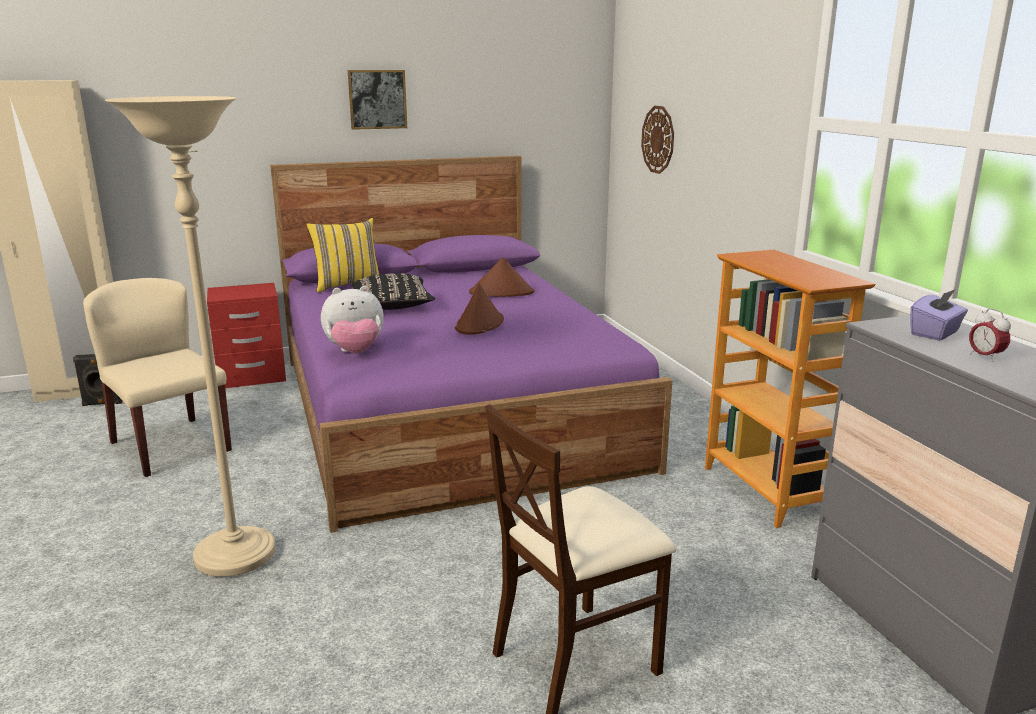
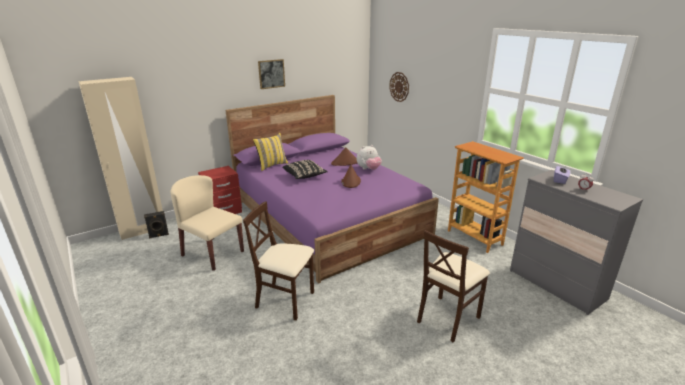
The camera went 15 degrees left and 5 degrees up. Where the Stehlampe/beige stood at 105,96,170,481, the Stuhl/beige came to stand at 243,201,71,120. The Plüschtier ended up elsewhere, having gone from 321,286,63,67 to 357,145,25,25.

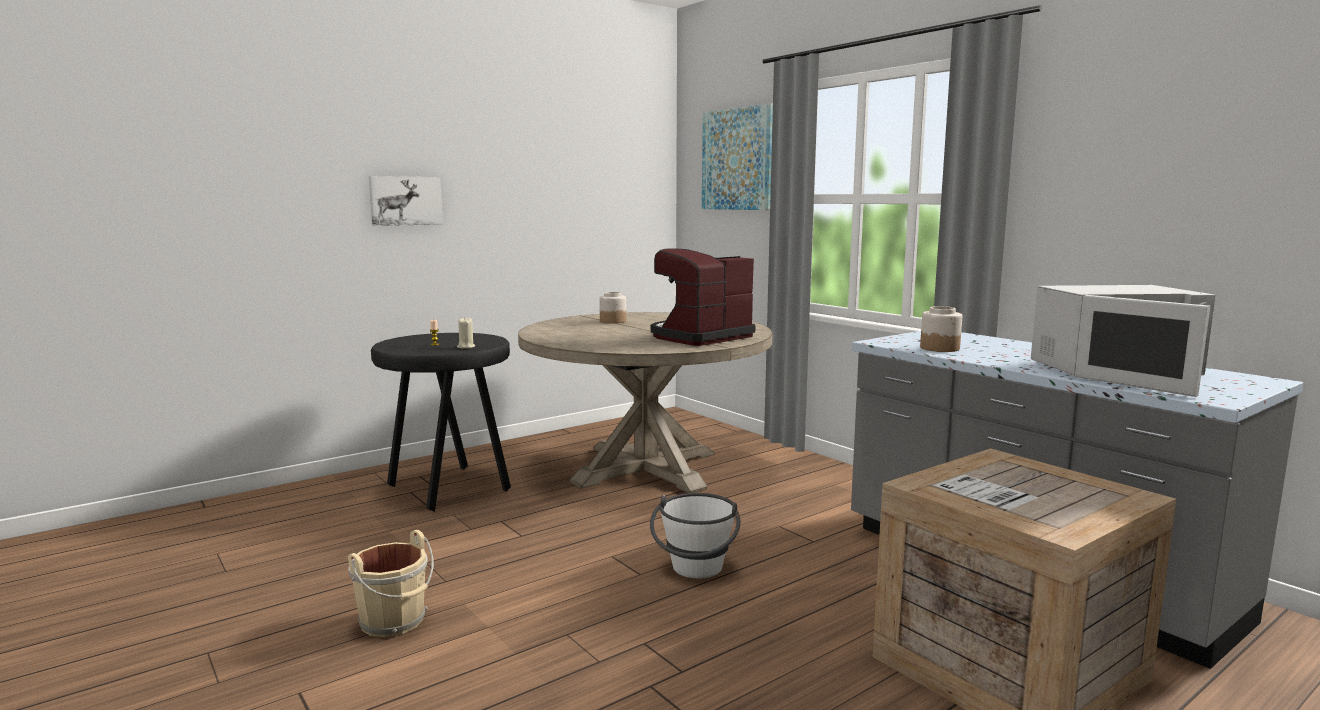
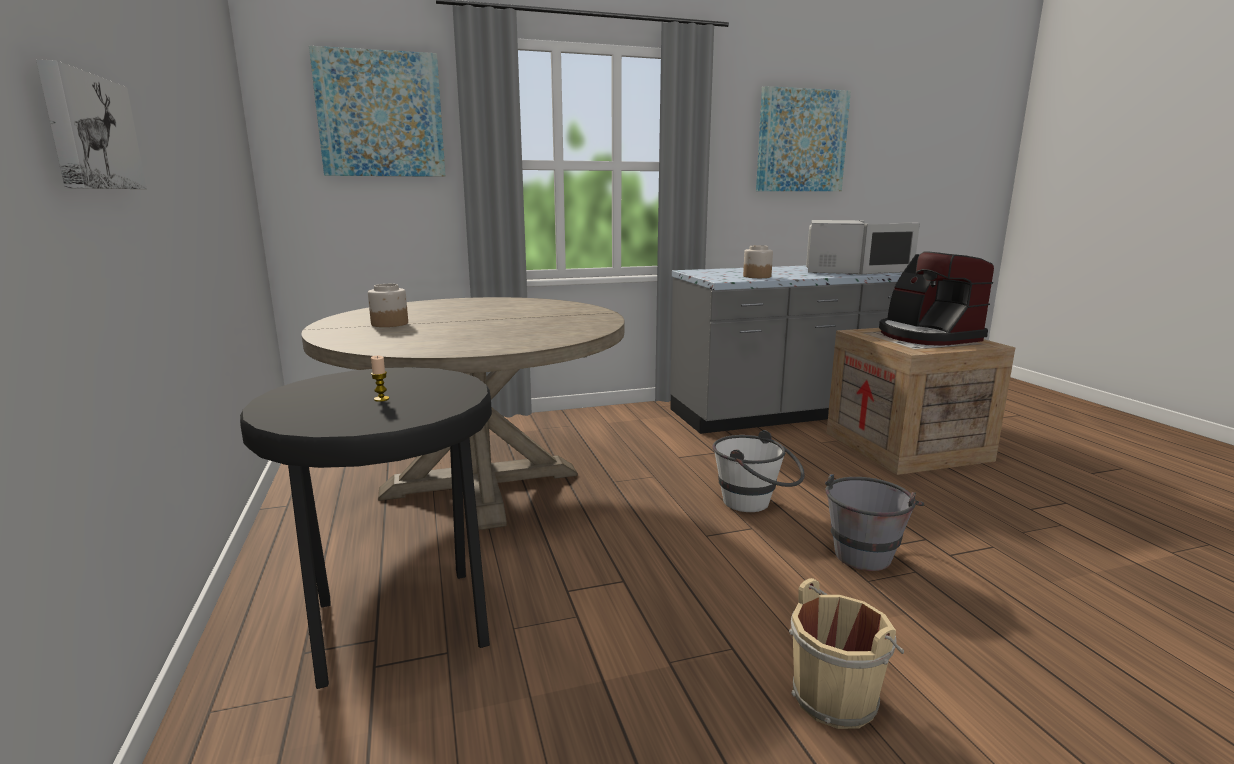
The camera went 70 degrees left and 5 degrees up. The second view gained the Bild at 756,86,95,105. The second view gained the Eimer/grau at 825,474,99,97. The Kaffeemaschine ended up elsewhere, having gone from 651,248,104,98 to 879,251,115,95. The second view lost the Kerze/beige at 457,317,18,31.

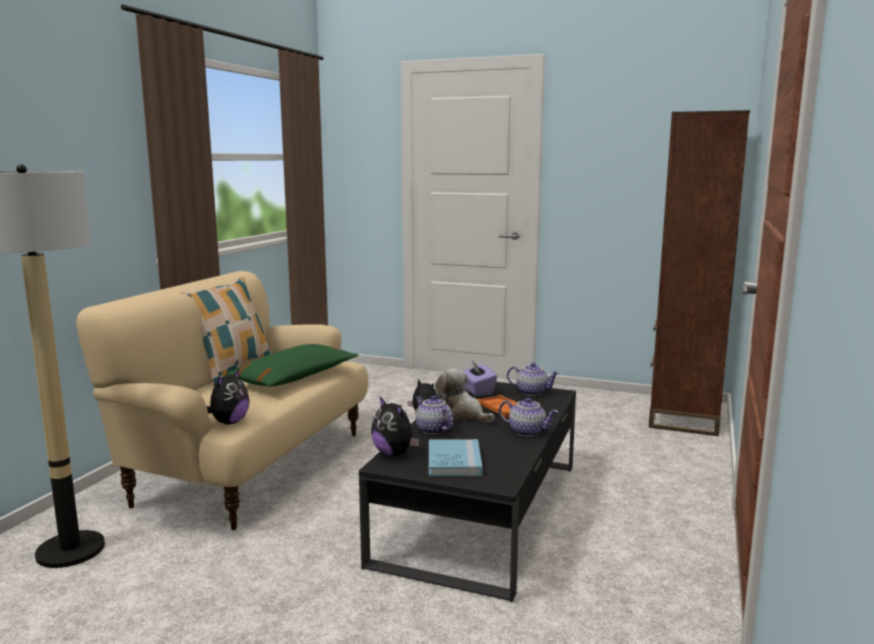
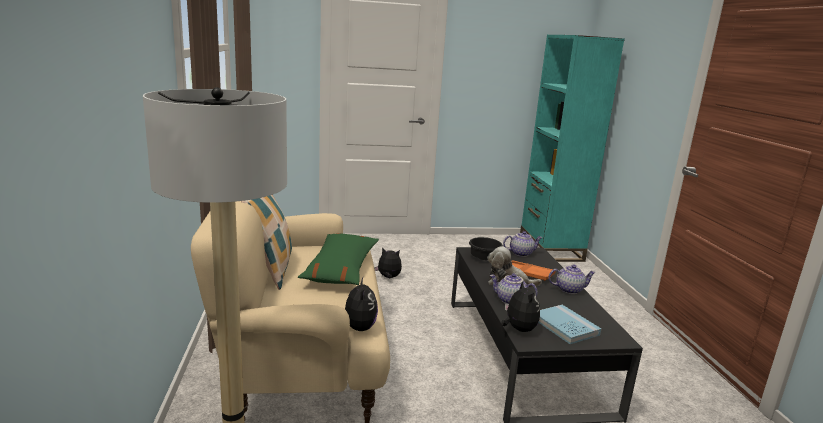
The camera went 30 degrees left and 5 degrees up. Where the Taschentuchbox/lila stood at 463,359,34,37, the Schüssel/schwarz came to stand at 469,237,34,23. The Plüschtier at 371,397,48,59 ended up facing another way, 120 degrees counterclockwise from before. What was the Bücherregal/braun at 649,110,101,326 turned into the Bücherregal/türkis at 520,35,105,227.

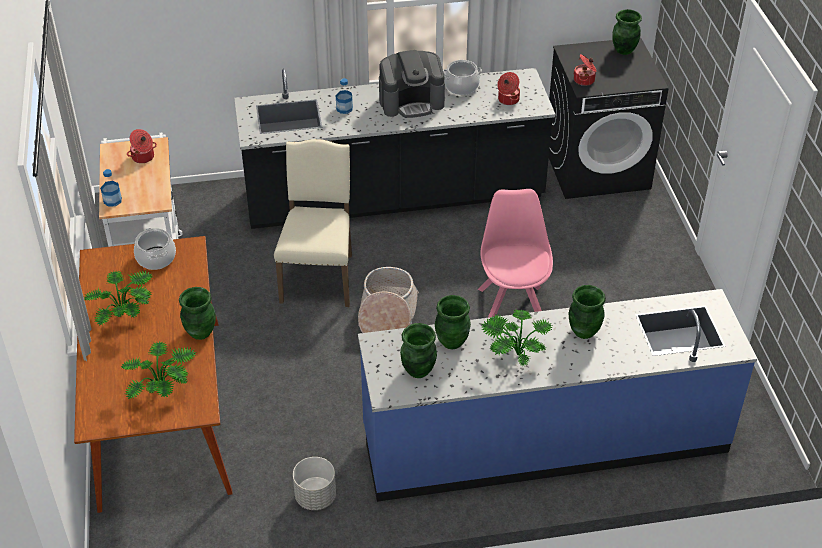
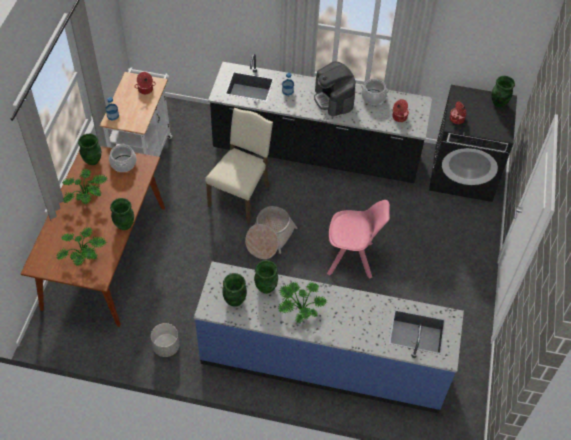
The camera went 20 degrees right and 10 degrees up. The Vase/grün ended up elsewhere, having gone from 569,285,37,54 to 78,134,23,31. The Kaffeemaschine at 379,50,66,68 ended up facing another way, 60 degrees clockwise from before. The Stuhl/rosa at 478,189,75,129 ended up facing another way, 75 degrees clockwise from before.

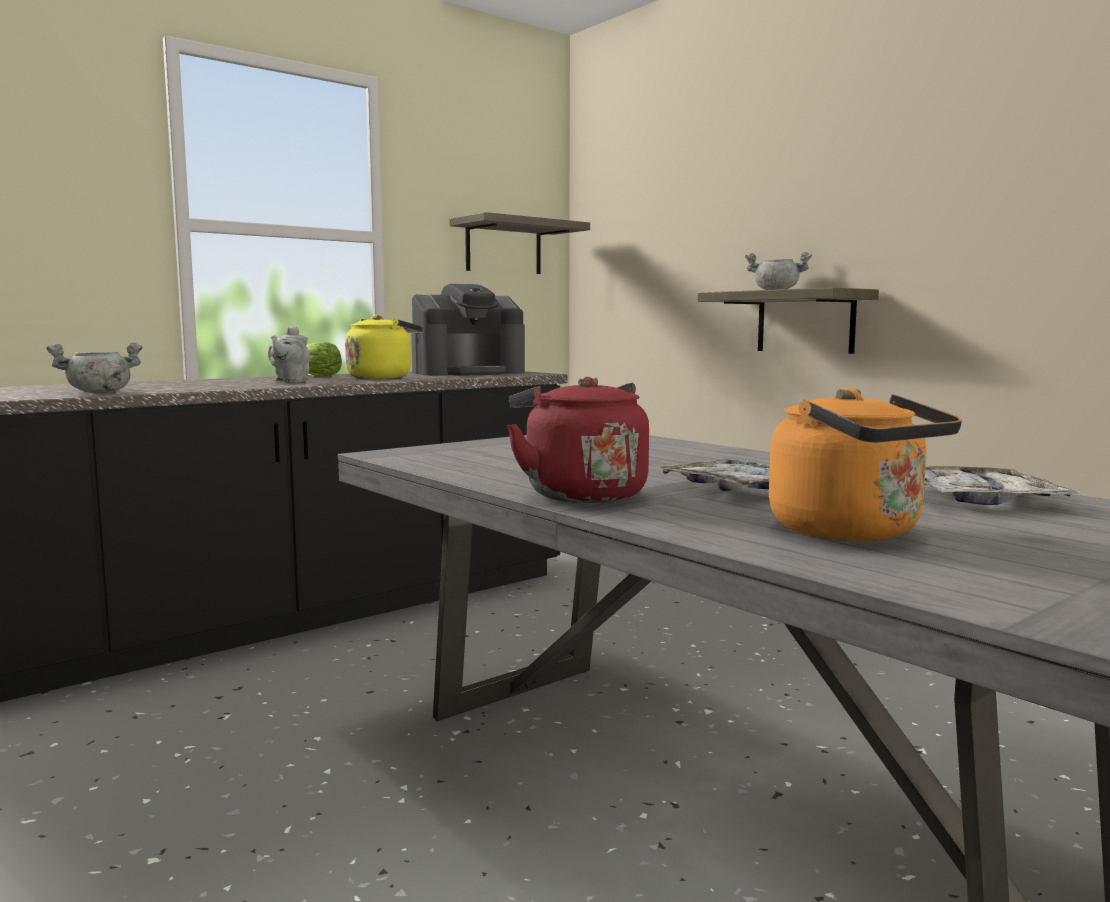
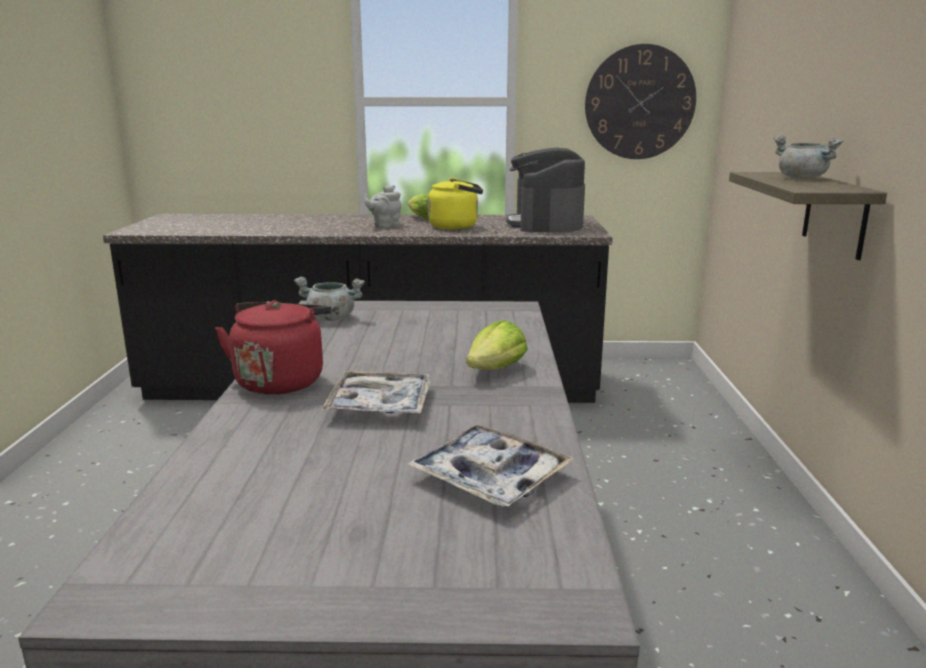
The camera went 40 degrees right and 10 degrees up. The Kochtopf/grau ended up elsewhere, having gone from 46,343,97,50 to 294,277,71,44. The second view gained the Salatkopf at 466,320,62,50. The Kaffeemaschine at 411,284,114,92 ended up facing another way, 75 degrees clockwise from before. Where the Wandregal hung at 449,212,141,62, the Wanduhr came to hang at 585,44,111,115. The second view lost the Wasserkessel/orange at 769,388,193,153.

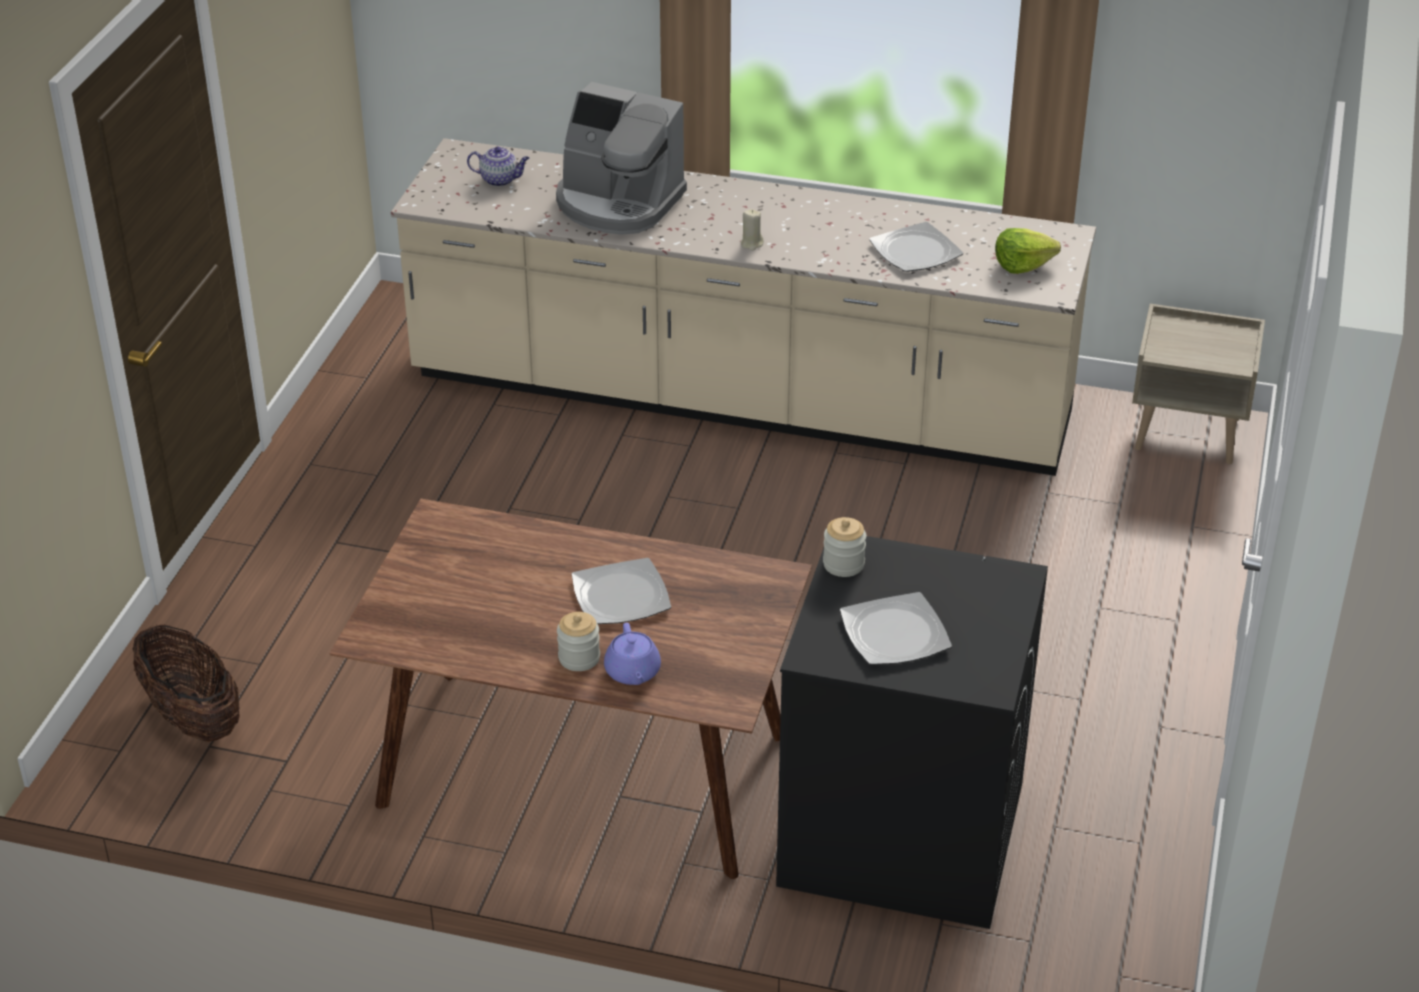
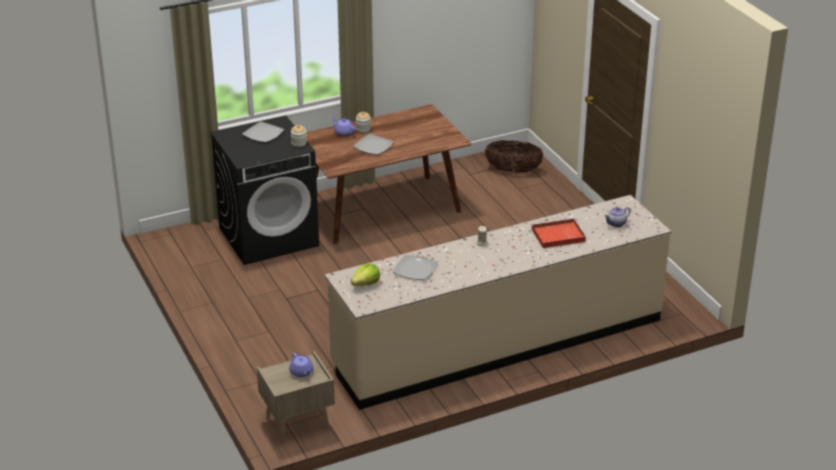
The camera went 140 degrees right and 5 degrees down. The second view gained the Teekanne/lila at 289,353,25,24. Where the Kaffeemaschine stood at 556,82,131,153, the Tablett/rot came to stand at 531,218,55,30.

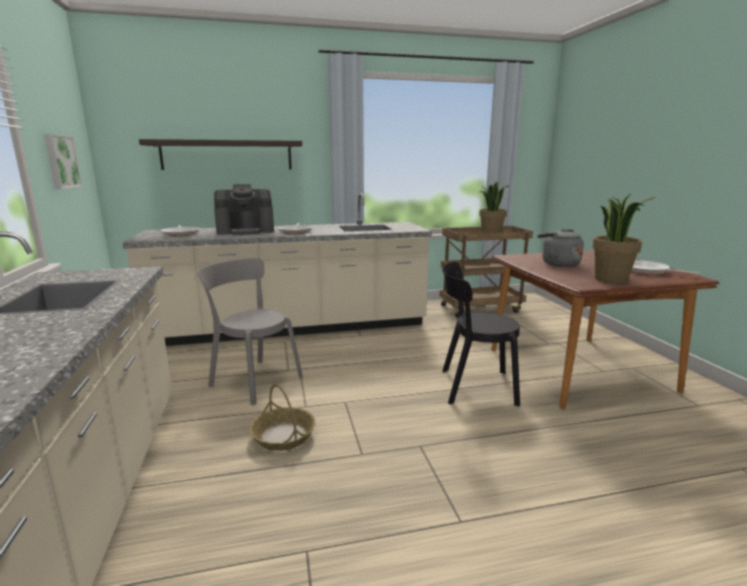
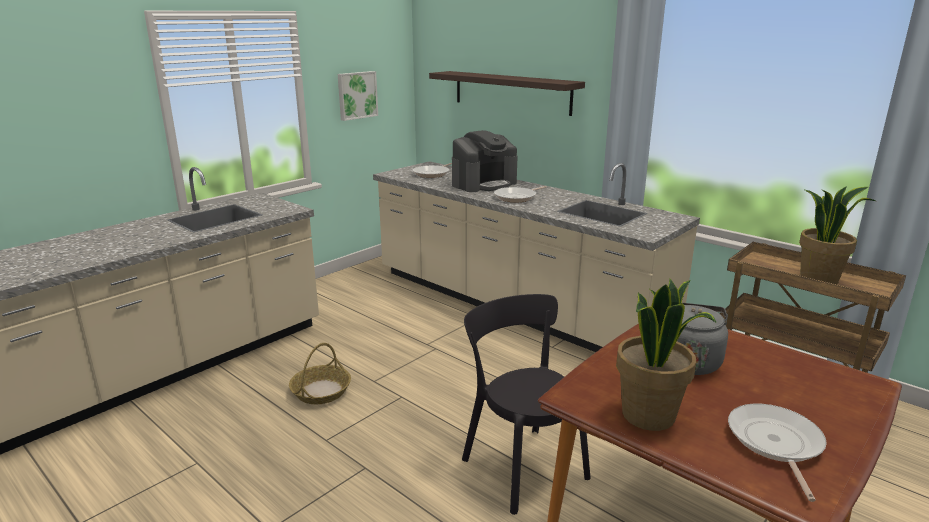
The camera went 55 degrees right and 5 degrees up. The Kaffeemaschine at 214,184,60,51 ended up facing another way, 75 degrees counterclockwise from before. The second view lost the Stuhl/grau at 197,258,106,147.

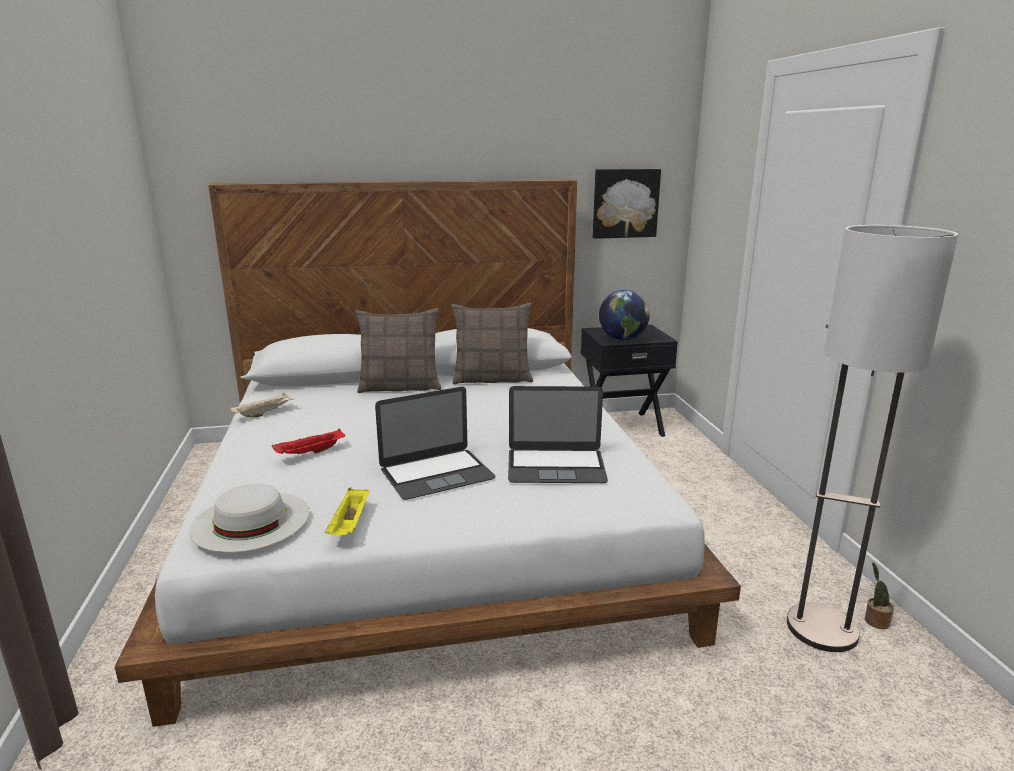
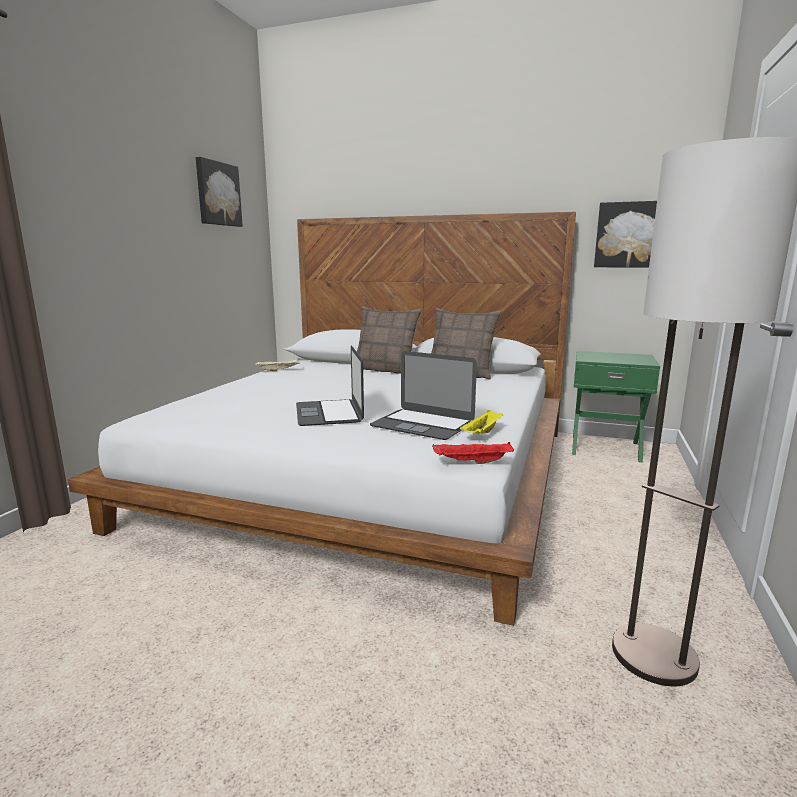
The camera went 30 degrees right and 5 degrees down. The second view gained the Bild at 196,157,47,70. The Laptop at 375,387,121,113 ended up facing another way, 75 degrees clockwise from before. The Tablett/rot ended up elsewhere, having gone from 272,429,73,25 to 432,442,82,22. The Tablett/gelb ended up elsewhere, having gone from 325,487,44,49 to 460,410,44,24. What was the Nachttisch/schwarz at 581,325,97,112 turned into the Nachttisch/grün at 572,351,88,112. The second view lost the Hut/weiß at 189,484,120,69. The second view lost the Globus at 599,290,51,50. The second view lost the Topfpflanze at 865,562,29,67.

